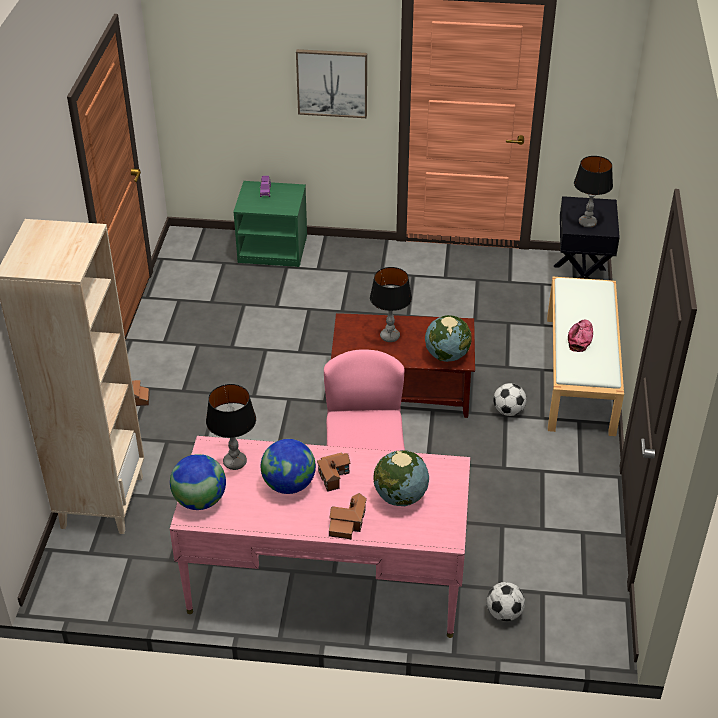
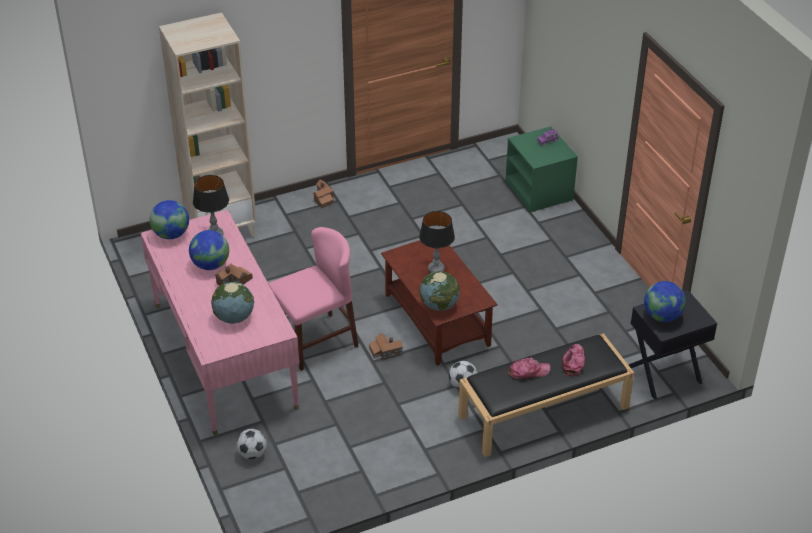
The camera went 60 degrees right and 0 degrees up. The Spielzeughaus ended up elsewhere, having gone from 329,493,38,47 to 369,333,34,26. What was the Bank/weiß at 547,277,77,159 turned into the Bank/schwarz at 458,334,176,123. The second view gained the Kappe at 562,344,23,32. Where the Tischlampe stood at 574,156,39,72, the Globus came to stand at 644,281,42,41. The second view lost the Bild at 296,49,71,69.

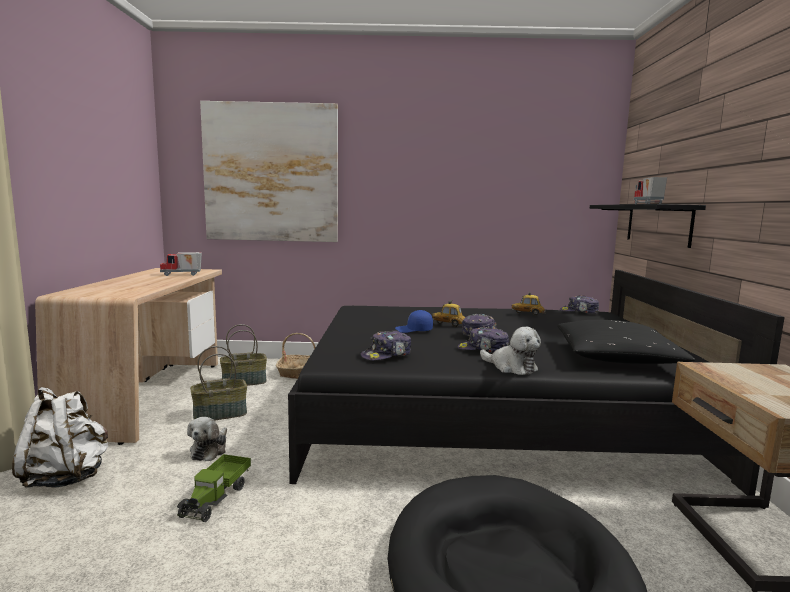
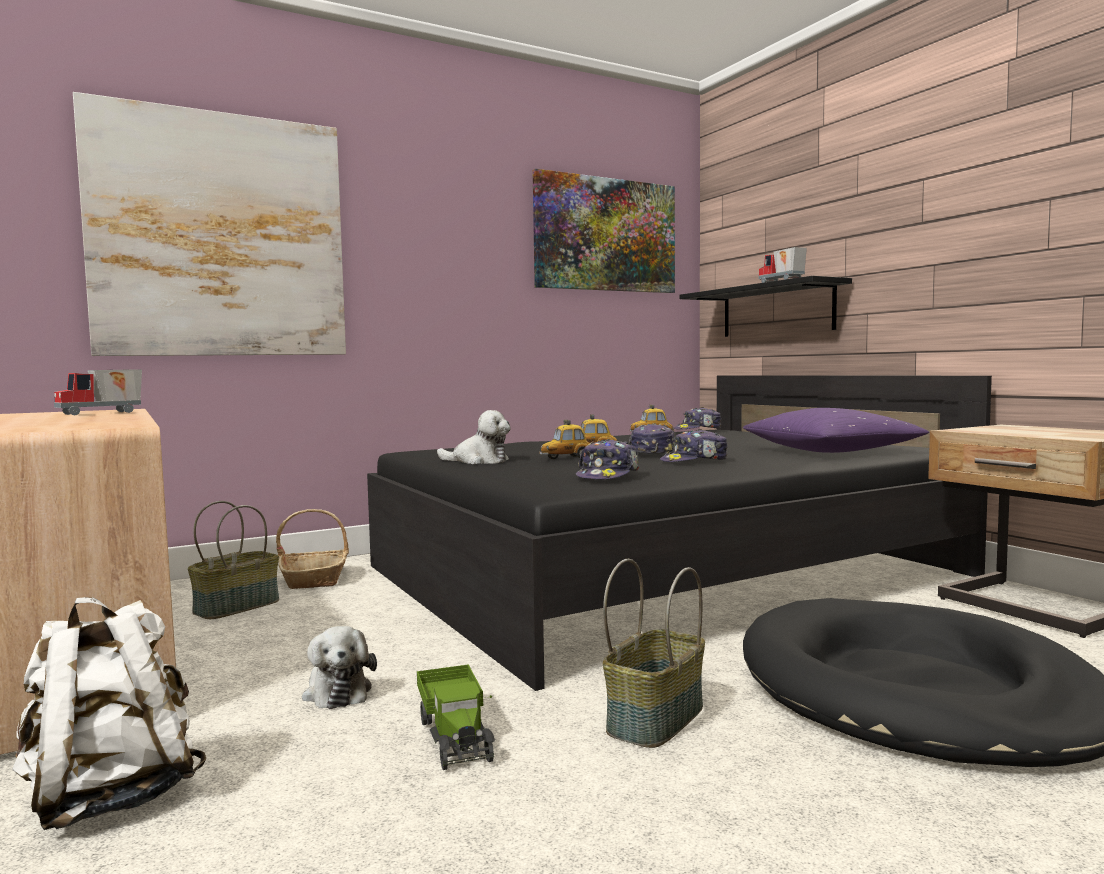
The camera went 30 degrees left and 5 degrees down. The Plüschtier ended up elsewhere, having gone from 480,327,61,48 to 437,410,73,54. The second view gained the Bild at 532,169,143,124. Where the Kappe/blau stood at 395,310,38,23, the Spielzeugauto came to stand at 540,420,50,39. The Korb ended up elsewhere, having gone from 190,346,57,75 to 603,559,102,189. What was the Kissen/schwarz at 557,320,138,44 turned into the Kissen/lila at 743,408,186,45.

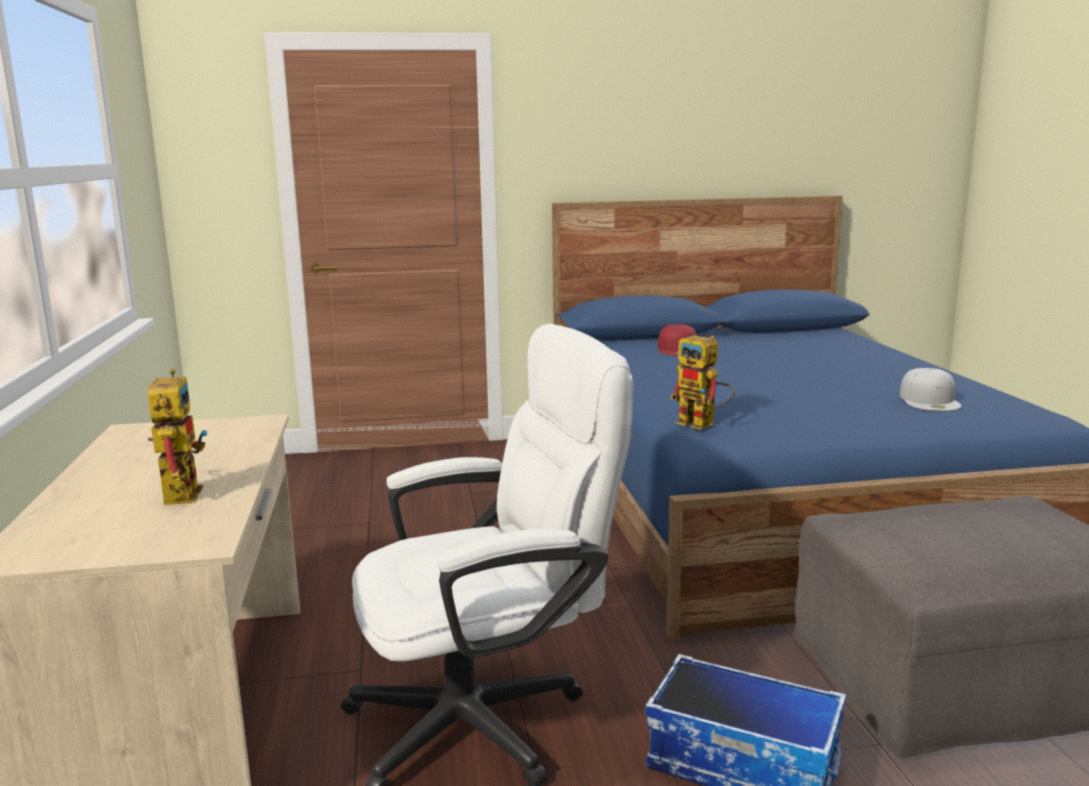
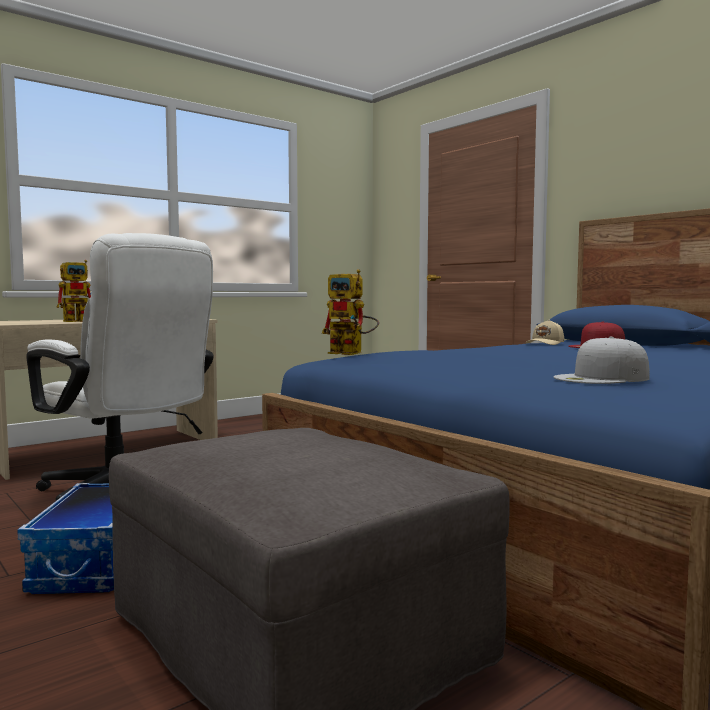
The camera went 60 degrees right and 10 degrees down. The Spielzeugroboter at 671,335,64,95 ended up facing another way, 75 degrees counterclockwise from before. The second view gained the Kappe/beige at 525,320,39,25.

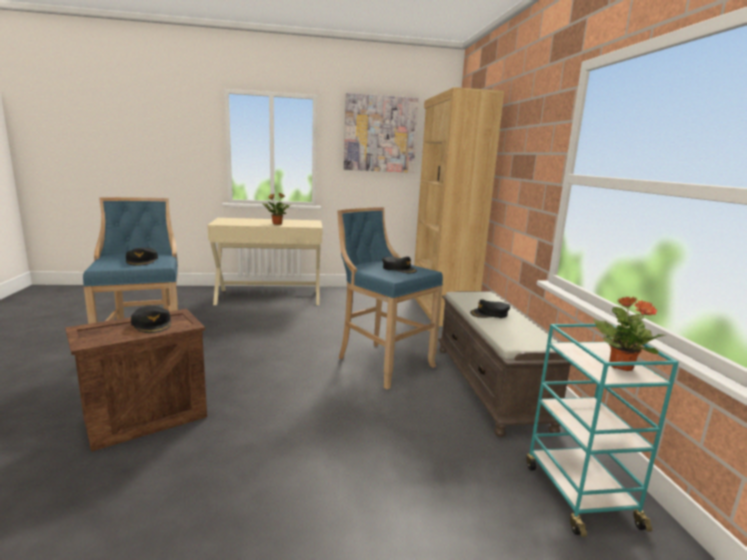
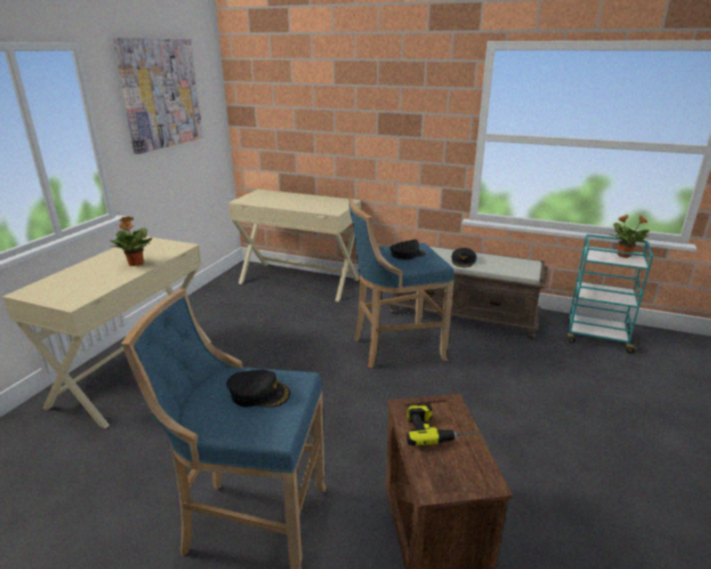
The camera went 60 degrees left and 10 degrees up. Where the Bücherregal/braun stood at 414,87,90,239, the Schreibtisch/beige came to stand at 228,189,133,113. Where the Kappe/schwarz stood at 131,306,40,27, the Bohrmaschine came to stand at 407,403,72,43.

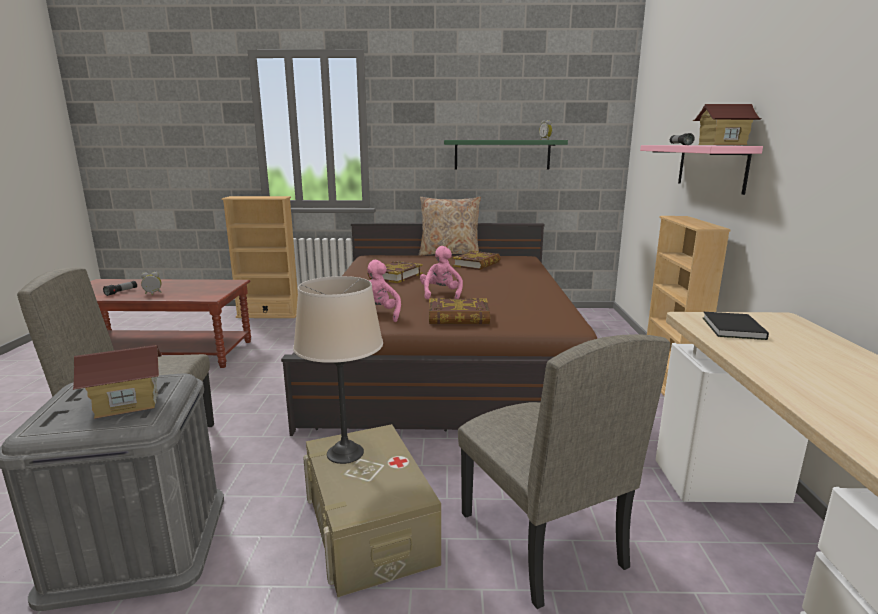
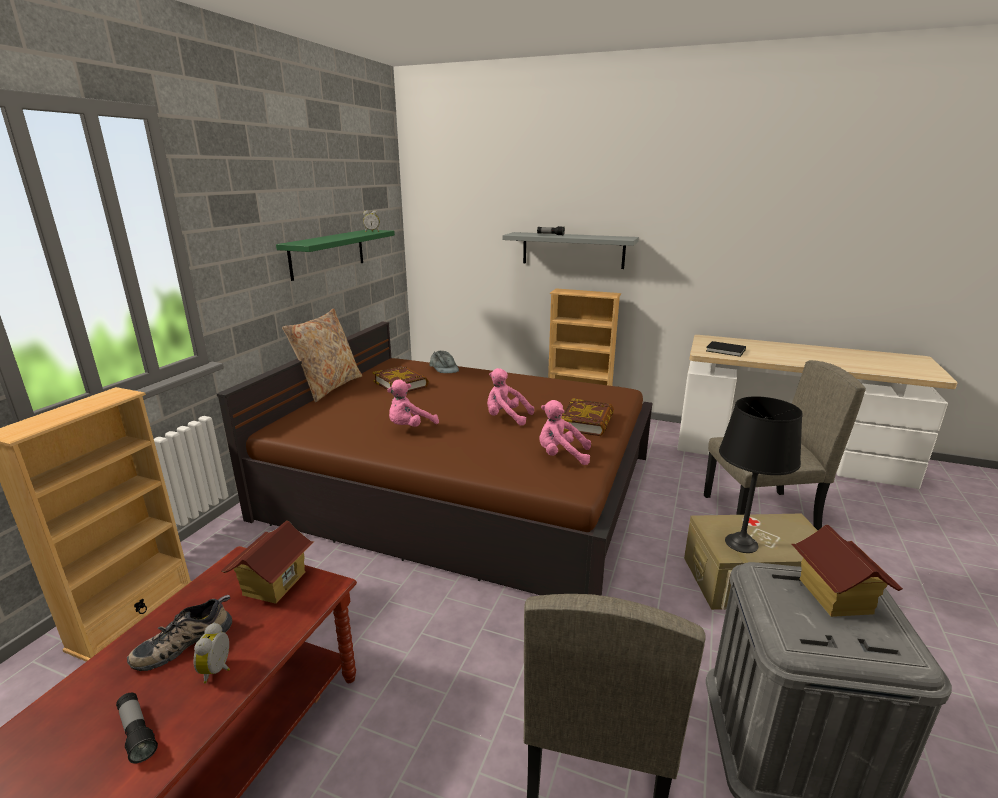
The camera went 70 degrees left and 5 degrees up. The second view gained the Schuh at 127,595,105,76. The Spielzeughaus ended up elsewhere, having gone from 693,104,69,42 to 221,521,93,83. Where the Buch stood at 367,261,56,22, the Plüschtier/rosa came to stand at 387,379,52,48. The second view gained the Kappe/grau at 429,351,30,22. What was the Wandregal/rosa at 640,145,123,50 turned into the Wandregal/grau at 502,232,137,37. What was the Tischlampe/beige at 293,276,90,188 turned into the Tischlampe/schwarz at 719,396,84,157.

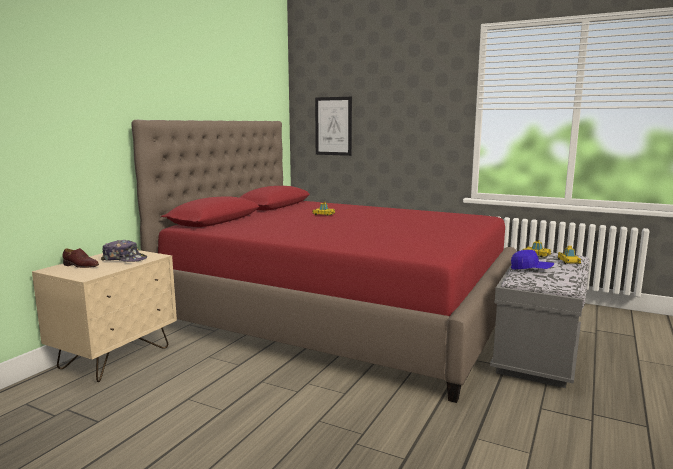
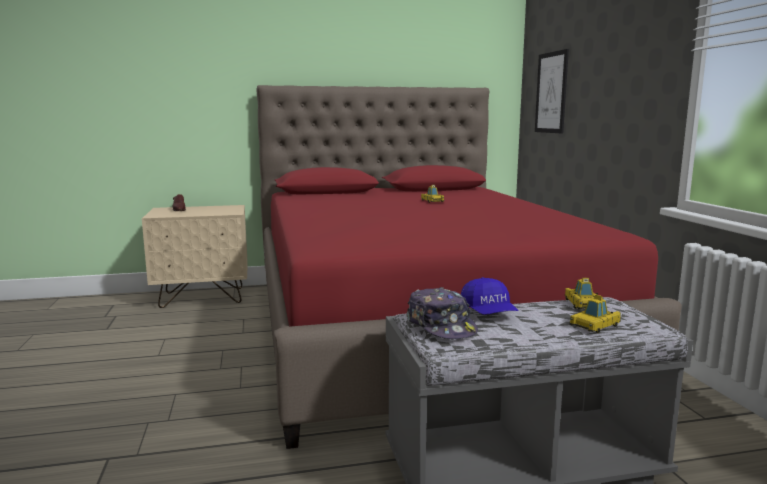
The camera went 50 degrees right and 0 degrees up. The Kappe ended up elsewhere, having gone from 101,240,46,22 to 407,287,71,52.

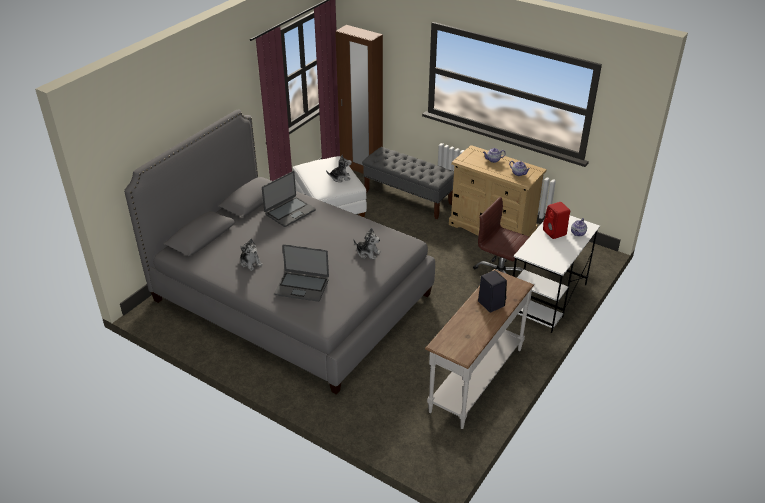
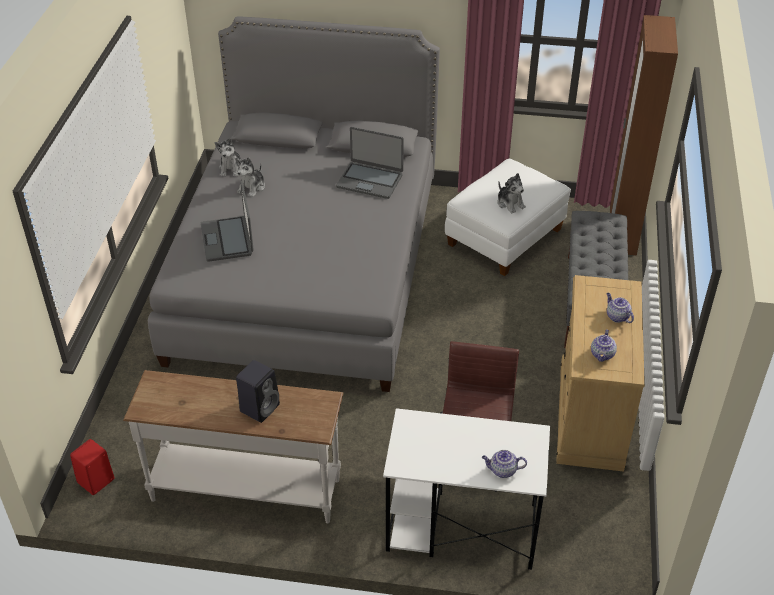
The camera went 65 degrees right and 5 degrees up. The Lautsprecher/rot ended up elsewhere, having gone from 543,202,27,37 to 70,439,44,56. The Plüschtier ended up elsewhere, having gone from 353,228,28,32 to 215,138,26,39.

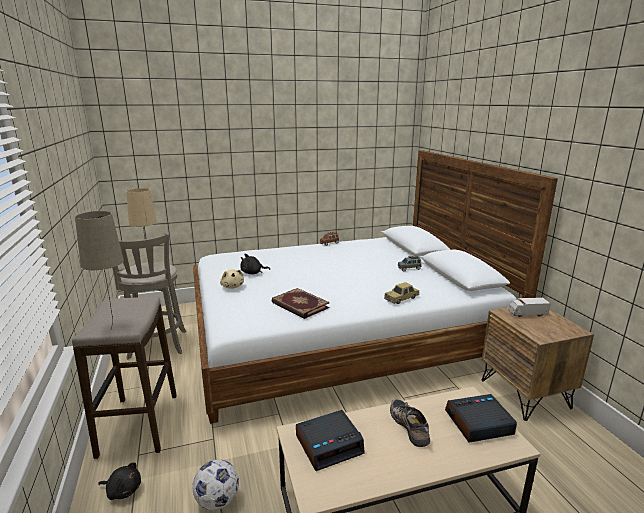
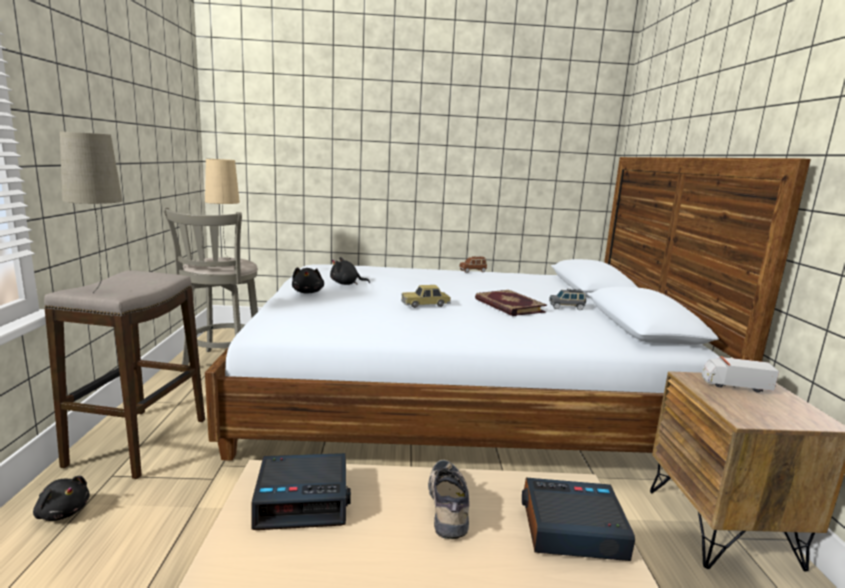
The camera went 15 degrees right and 5 degrees down. What was the Plüschtier/beige at 220,269,24,20 turned into the Plüschtier/schwarz at 292,267,32,27. The Spielzeugauto ended up elsewhere, having gone from 384,282,35,22 to 401,285,50,23. The Buch ended up elsewhere, having gone from 272,288,58,31 to 475,290,72,26. The second view lost the Fußball at 192,460,47,50.

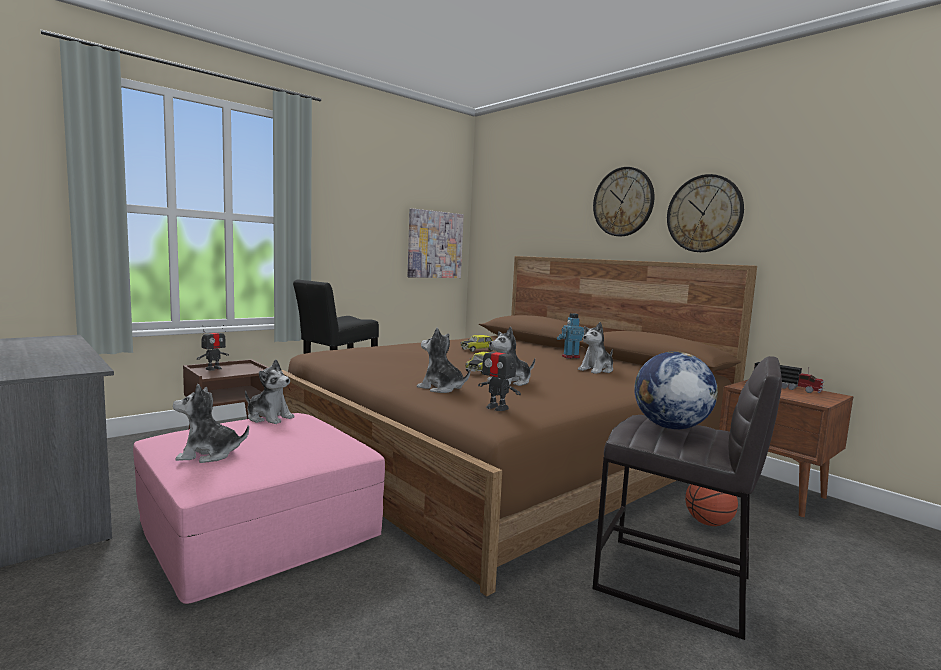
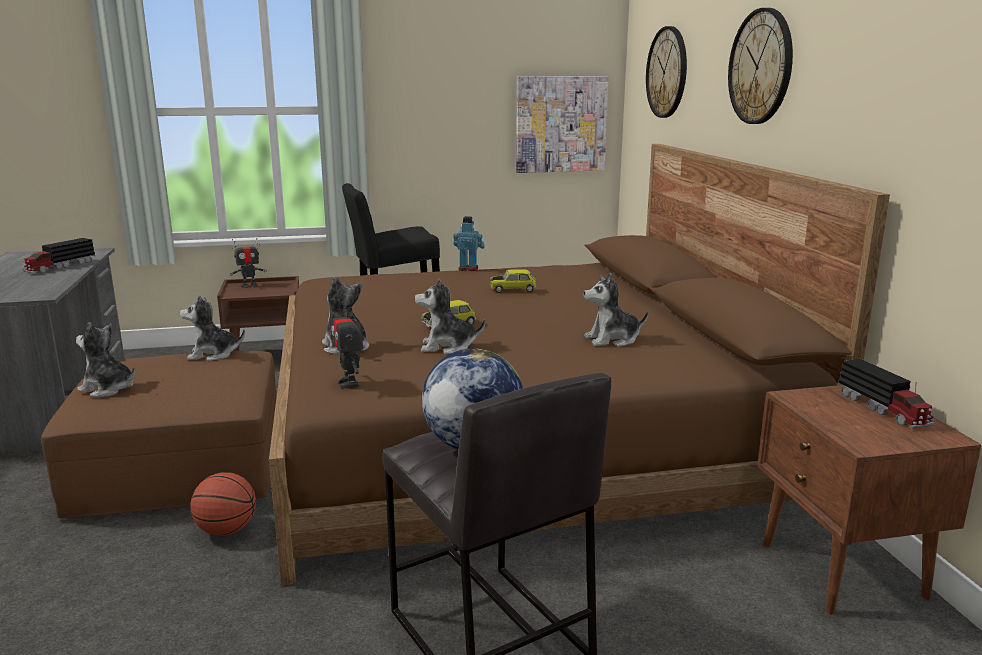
The camera went 30 degrees right and 10 degrees up. The second view gained the Spielzeuglaster at 23,238,72,35. What was the Polsterhocker/rosa at 133,413,252,191 turned into the Polsterhocker/braun at 41,351,236,167. The Plüschtier at 245,360,50,64 ended up facing another way, 120 degrees clockwise from before. The Basketball ended up elsewhere, having gone from 685,484,53,42 to 191,472,65,64. The Spielzeugroboter ended up elsewhere, having gone from 557,313,27,46 to 453,216,32,55. The Wanduhr ended up elsewhere, having gone from 667,174,77,78 to 646,26,41,92.

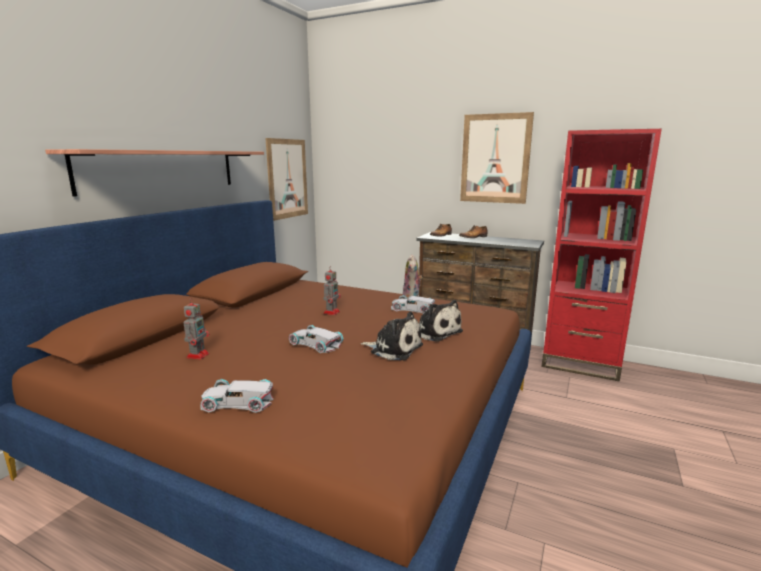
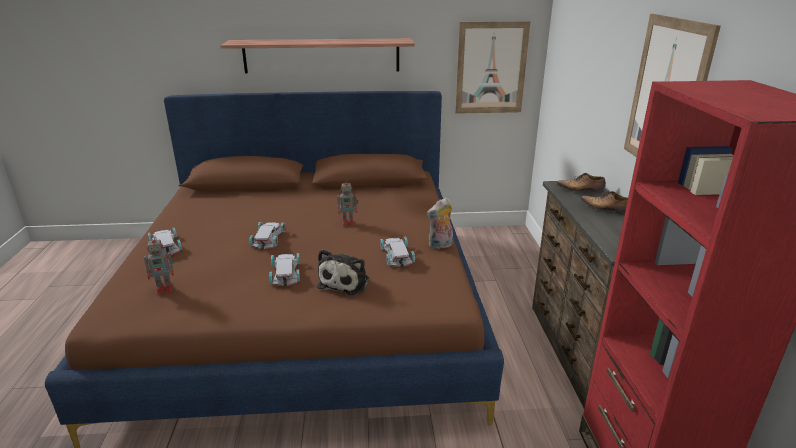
The camera went 60 degrees right and 10 degrees up. The Spielzeugroboter ended up elsewhere, having gone from 183,298,26,61 to 144,235,31,59. Where the Plüschtier stood at 361,311,62,49, the Spielzeugauto/weiß came to stand at 269,253,31,34.

